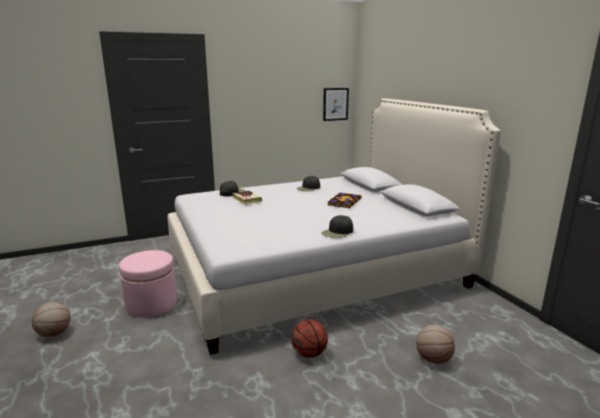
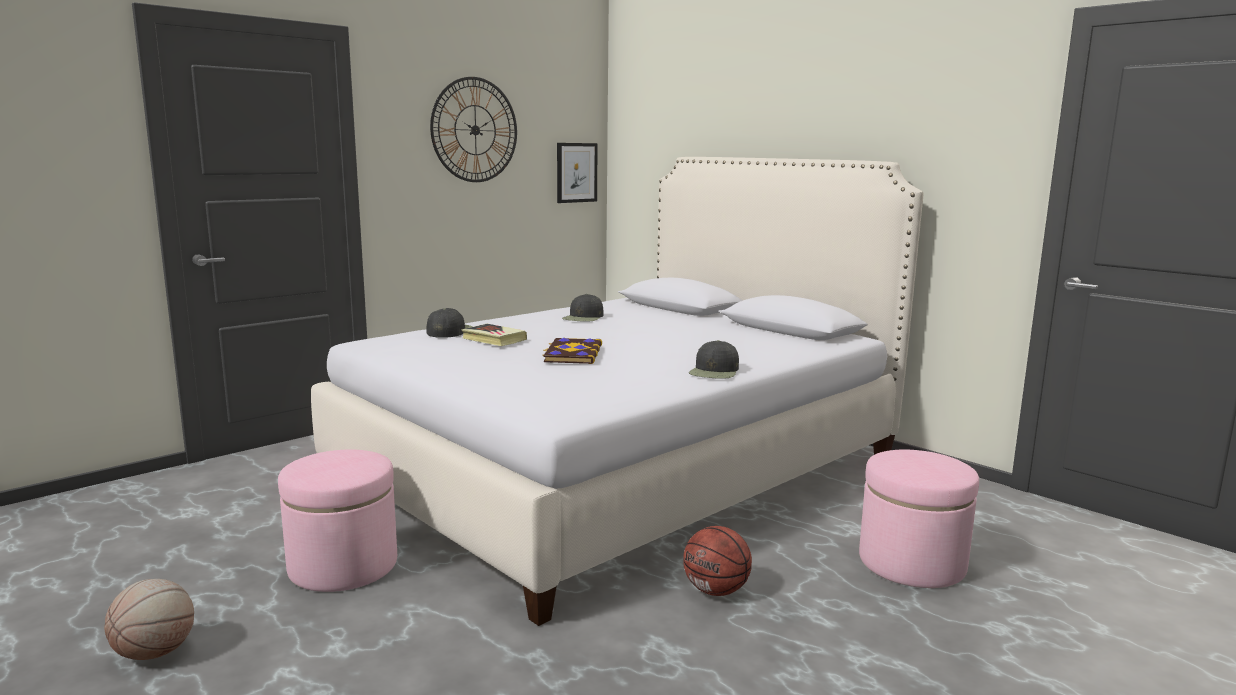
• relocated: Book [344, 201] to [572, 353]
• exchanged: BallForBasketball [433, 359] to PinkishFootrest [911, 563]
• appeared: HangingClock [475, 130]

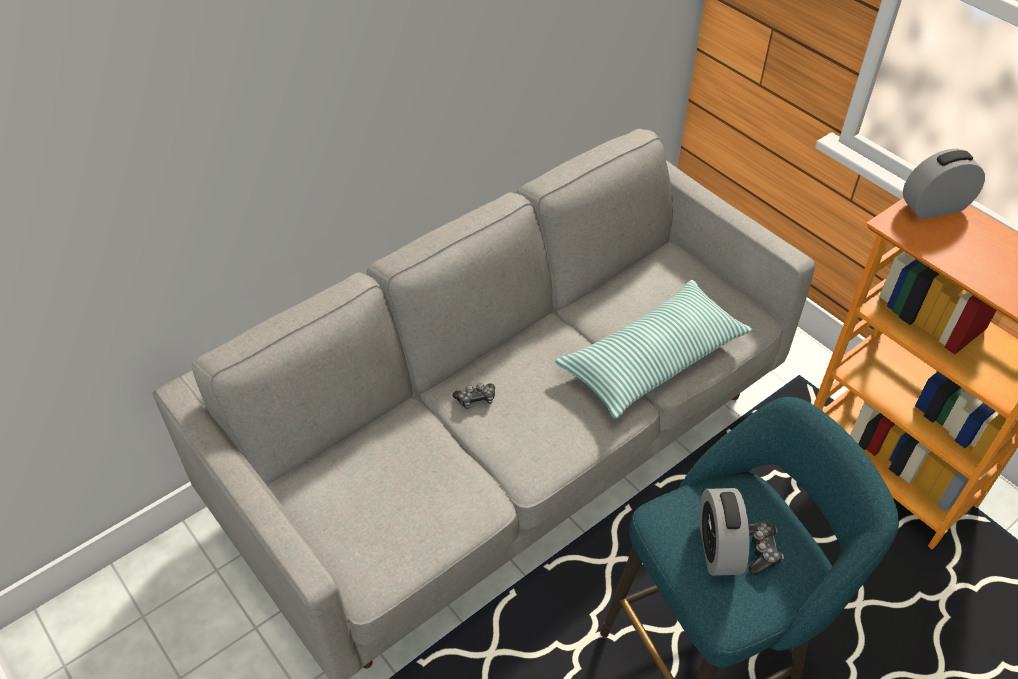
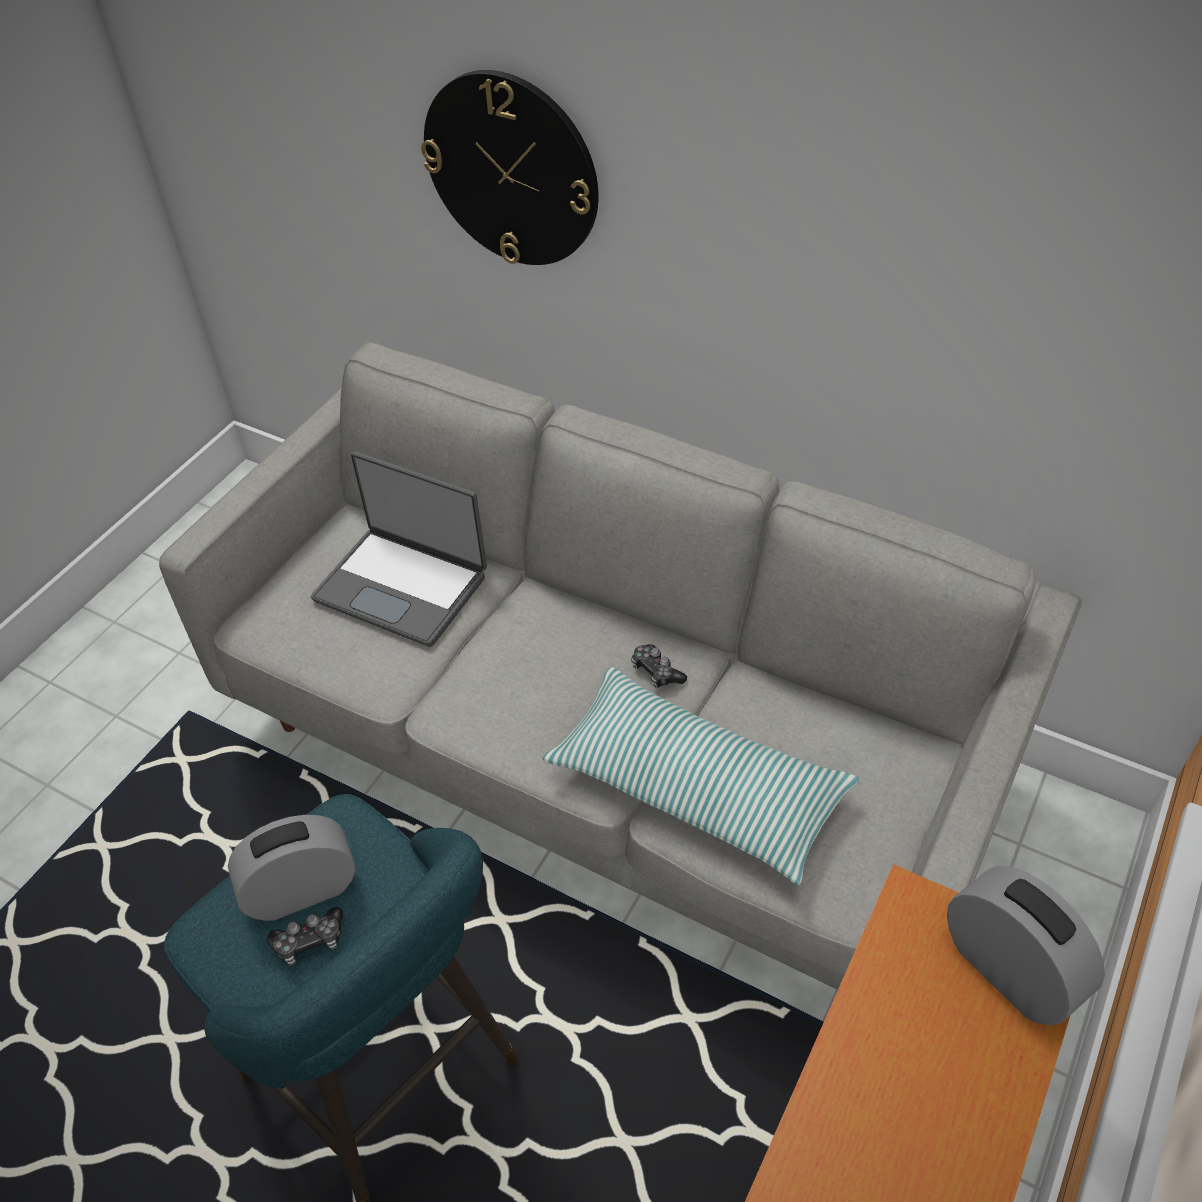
• relocated: GameController [476, 399] to [656, 672]
• appeared: HangingClock [511, 170]
• appeared: Laptop [403, 586]

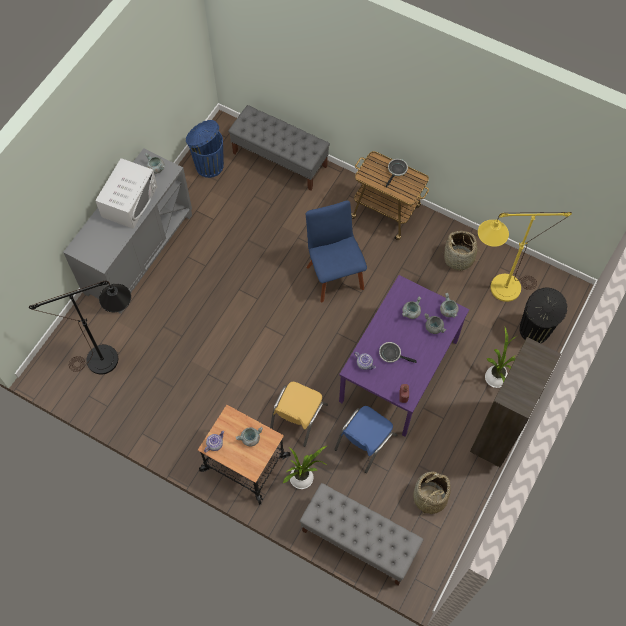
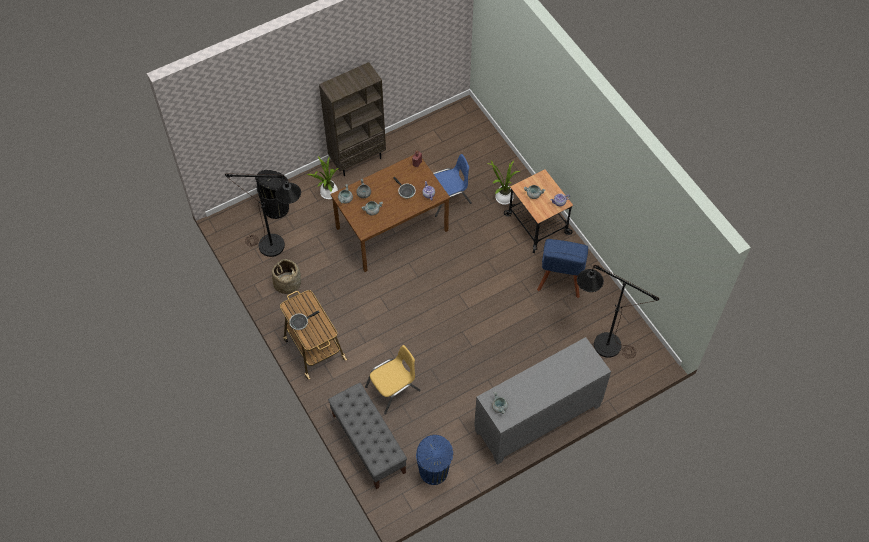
• missing: WhiteColouredMicrowaveOven [129, 201]
• relocated: BluishChair [334, 274] to [560, 280]
• colour: YellowStandardLamp [496, 290] to BlackishStandardLamp [279, 247]
• colour: PurplishDinnerTable [398, 370] to BrownDinnerTable [391, 230]
• relocated: YellowChair [297, 417] to [393, 389]
• missing: StorageBasket [429, 498]
• missing: GreyishBench [358, 540]

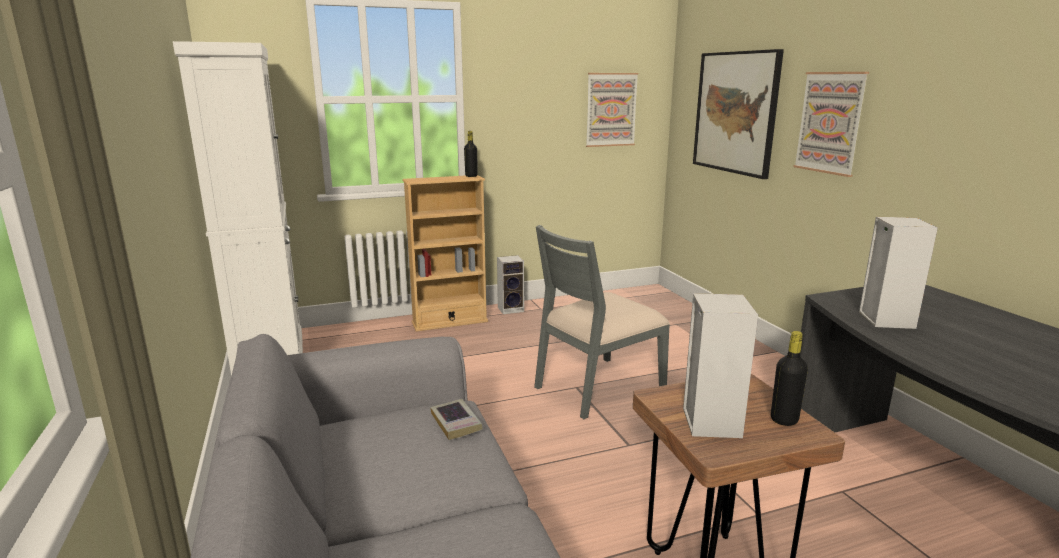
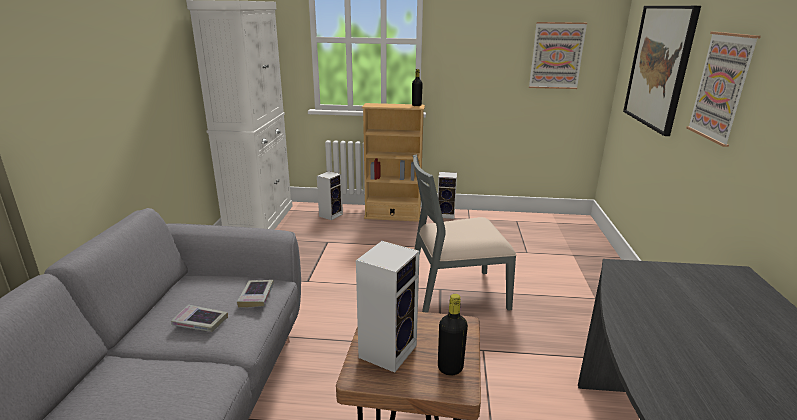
• relocated: Loudspeaker [884, 319] to [331, 215]
• appeared: Book [200, 322]

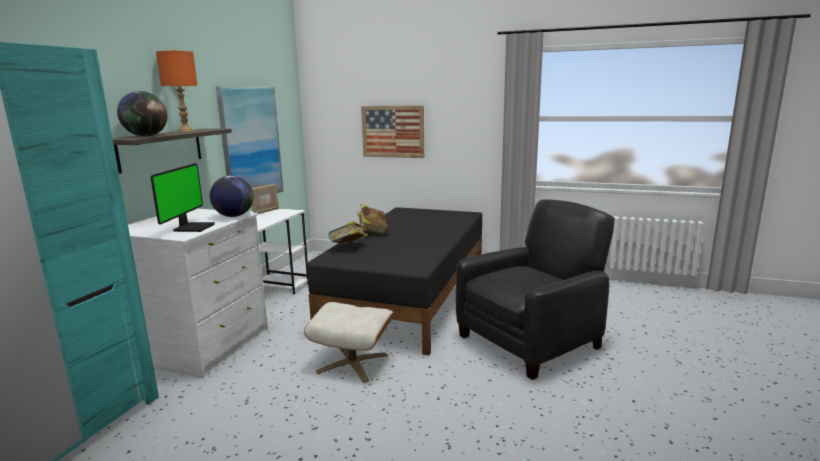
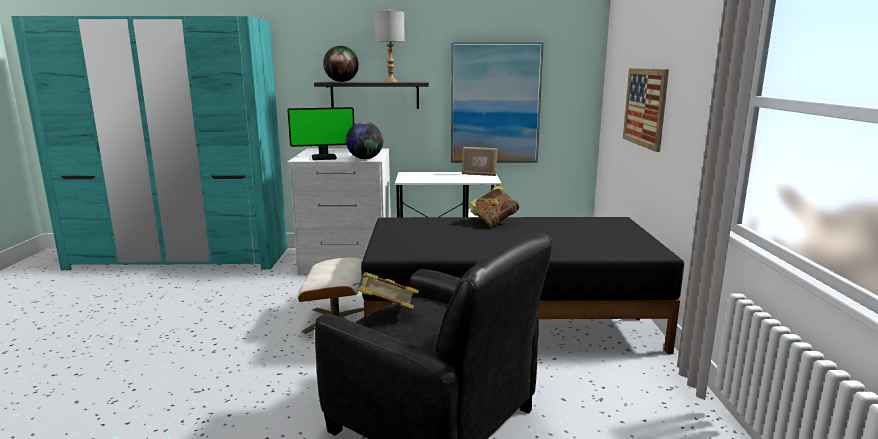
• colour: OrangeLampForATable [185, 131] to GreyishLampForATable [391, 81]
• relocated: Book [348, 248] to [385, 313]

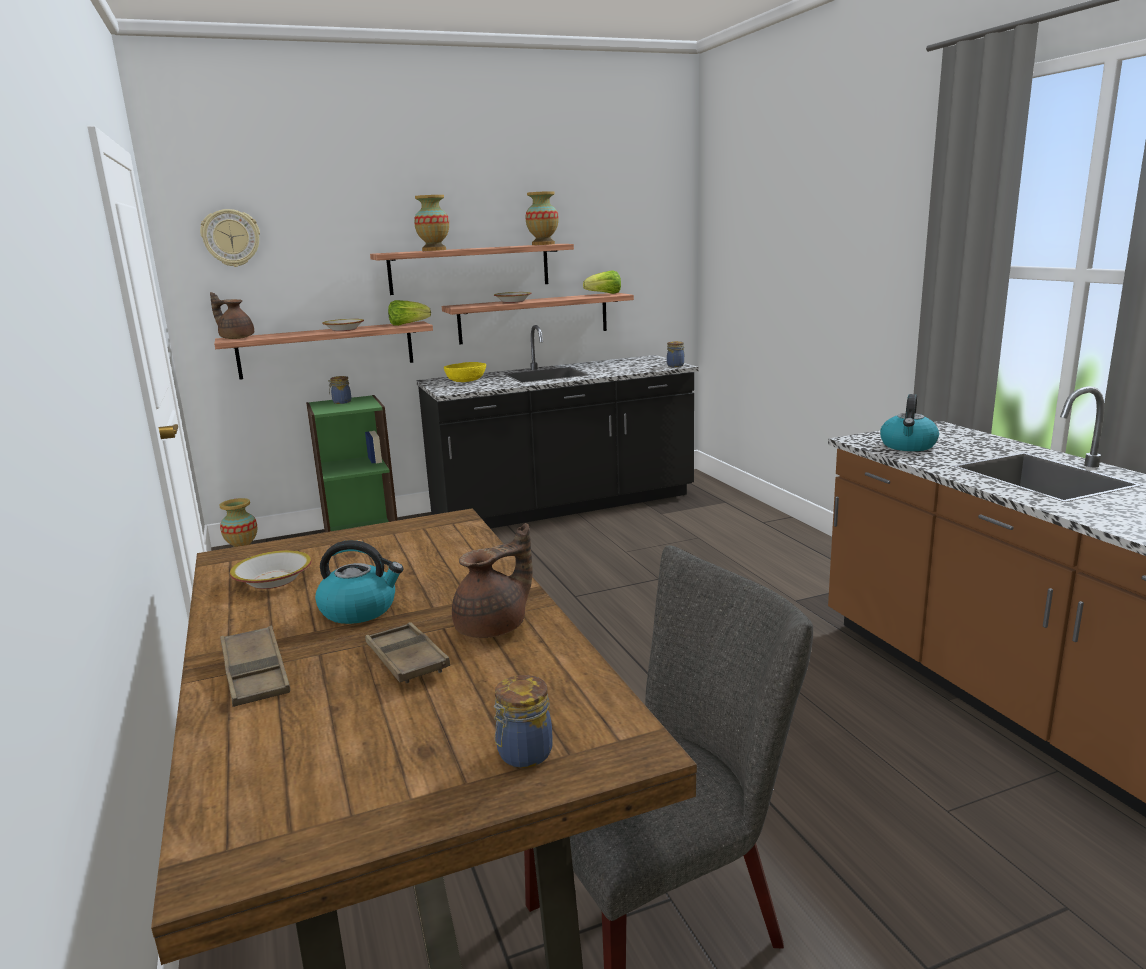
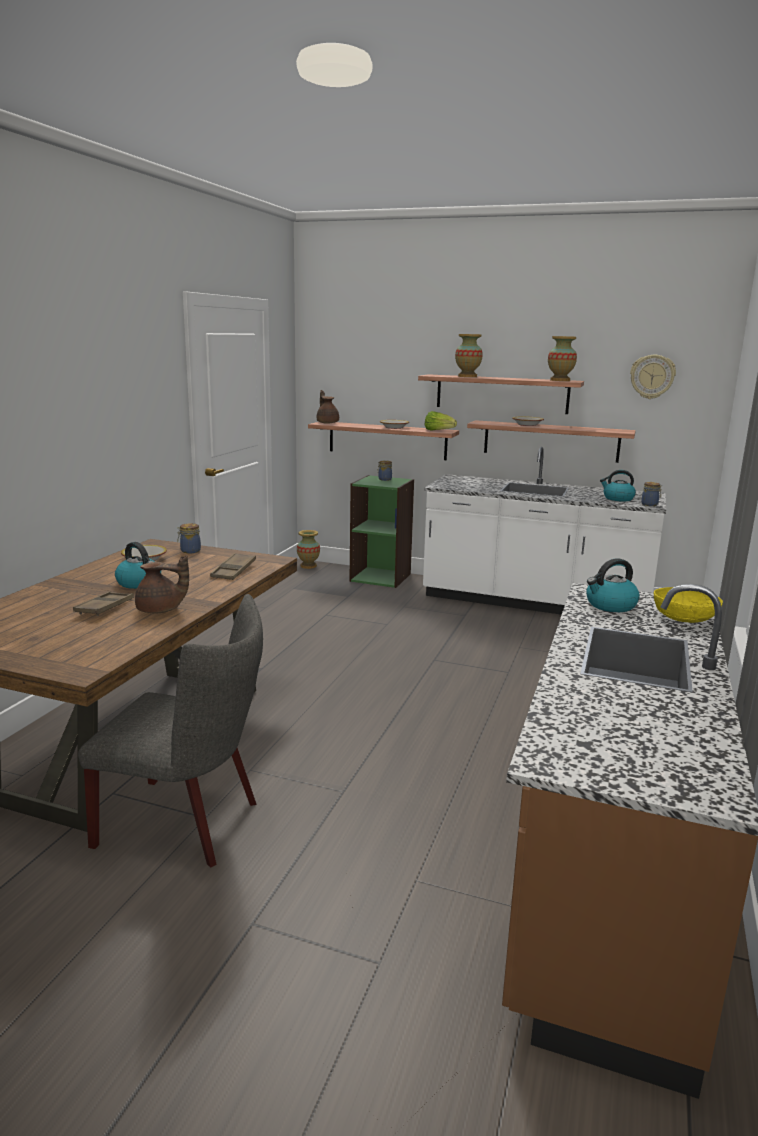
• relocated: HangingClock [231, 238] to [652, 376]
• missing: Lettuce [604, 294]
• colour: BlackishCounter [564, 506] to WhiteColouredCounter [534, 603]
• relocated: YellowBowl [466, 381] to [684, 618]
• relocated: BrownTray [255, 673] to [234, 571]
• relocated: Jar [523, 754] to [189, 551]
• appeared: Kettle [617, 498]

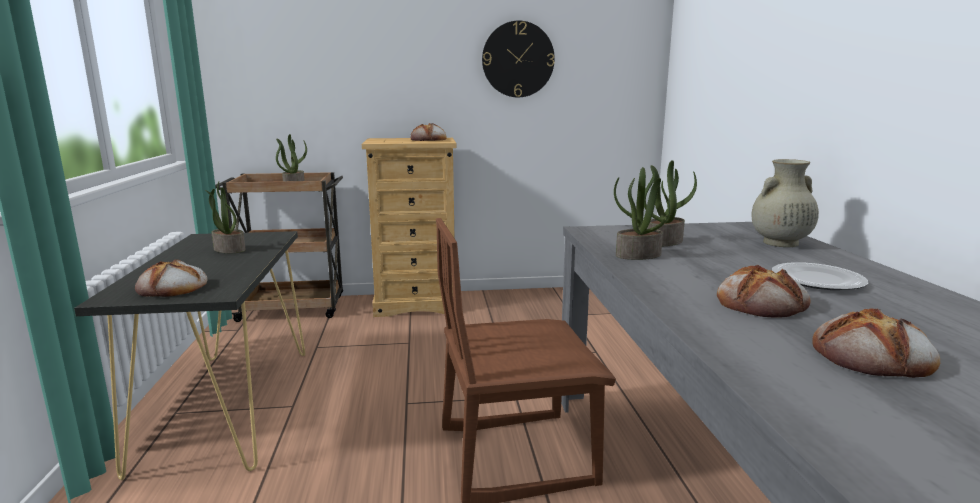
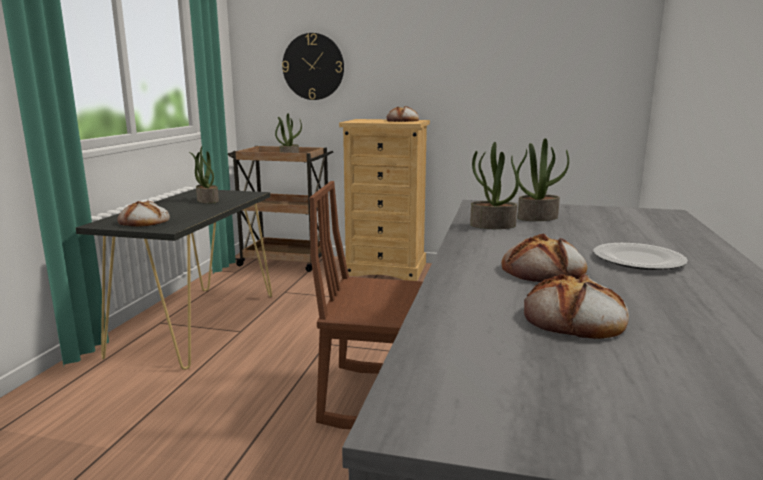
• relocated: HangingClock [518, 59] to [313, 66]
• missing: BeigeDecorativeVase [779, 243]

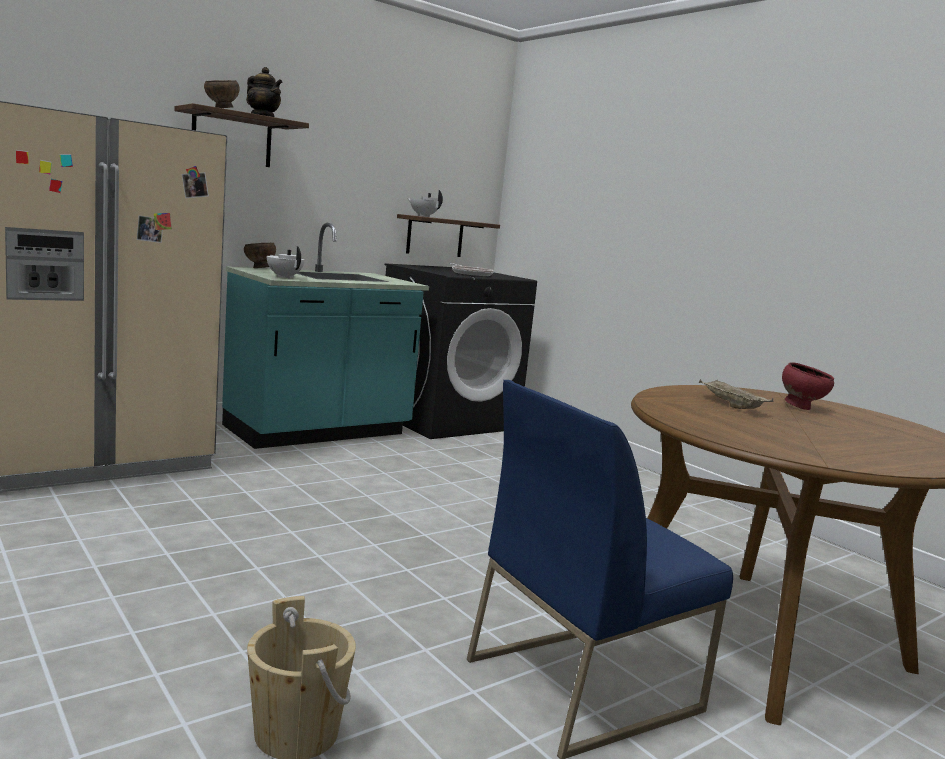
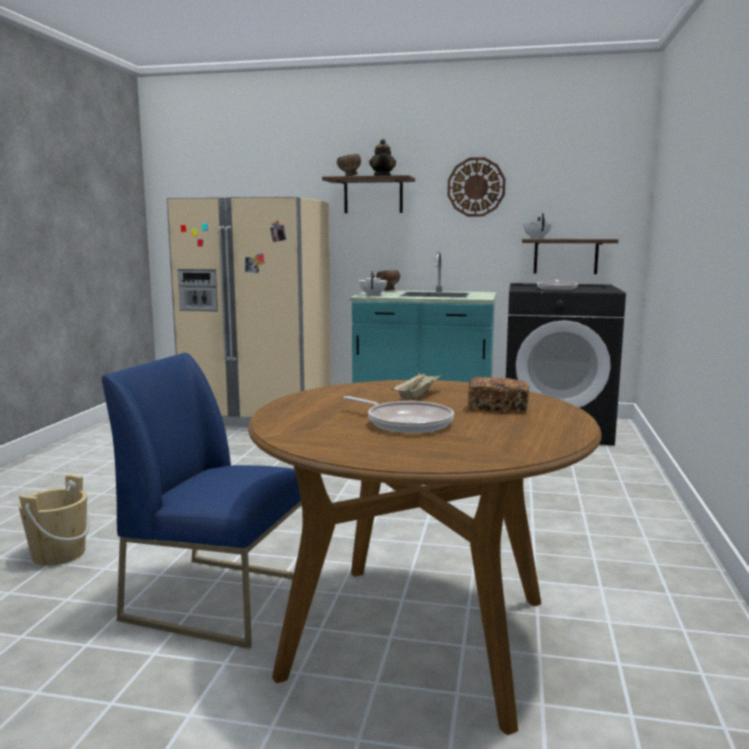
• exchanged: ReddishBowl [801, 407] to BakedBread [498, 408]
• appeared: HangingClock [476, 187]
• appeared: Pan [405, 423]

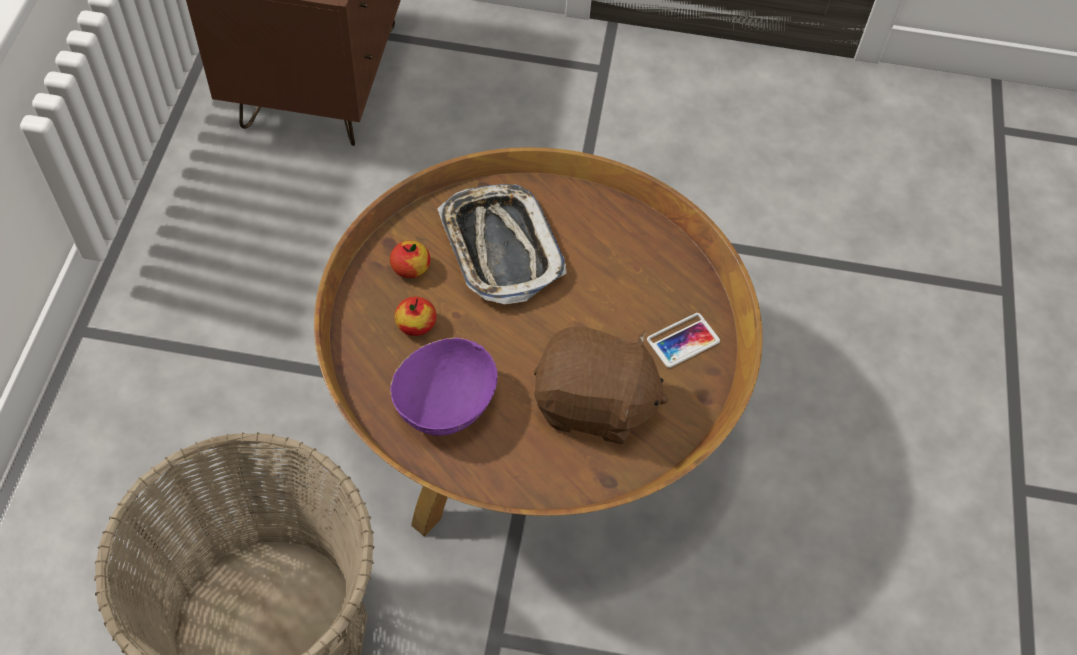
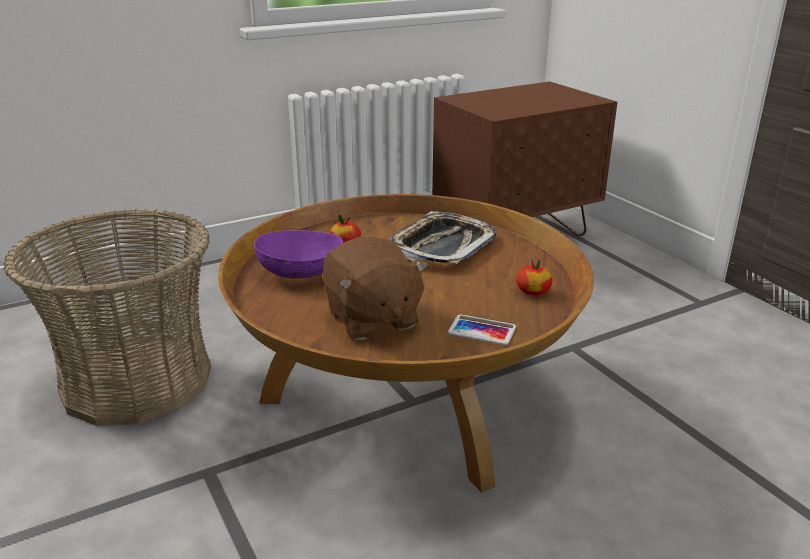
• relocated: WholeApple [410, 268] to [533, 291]

